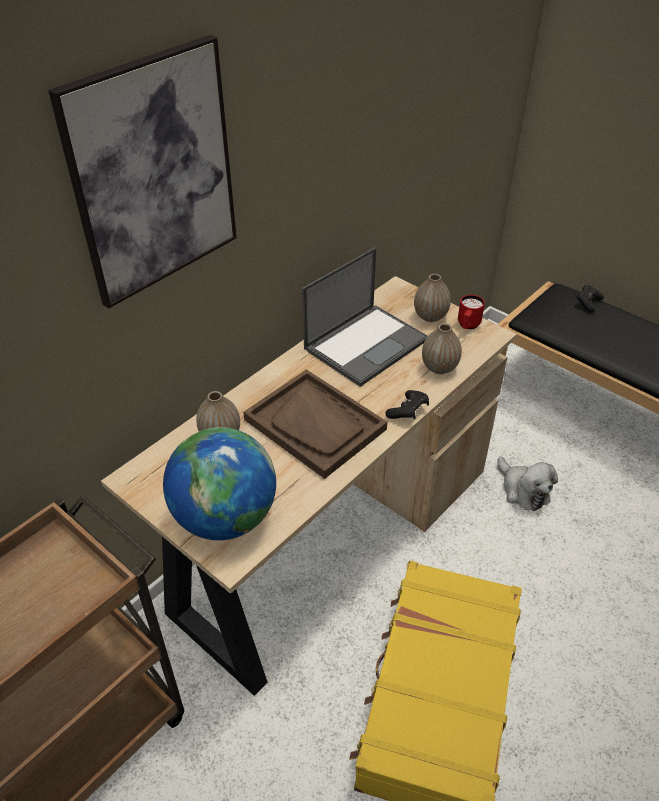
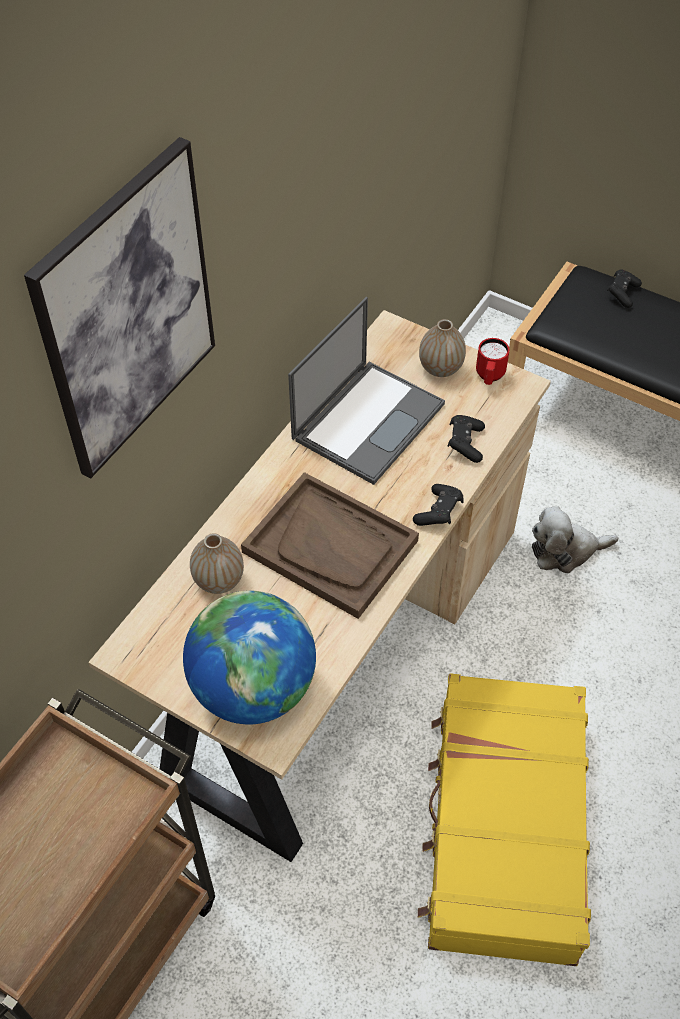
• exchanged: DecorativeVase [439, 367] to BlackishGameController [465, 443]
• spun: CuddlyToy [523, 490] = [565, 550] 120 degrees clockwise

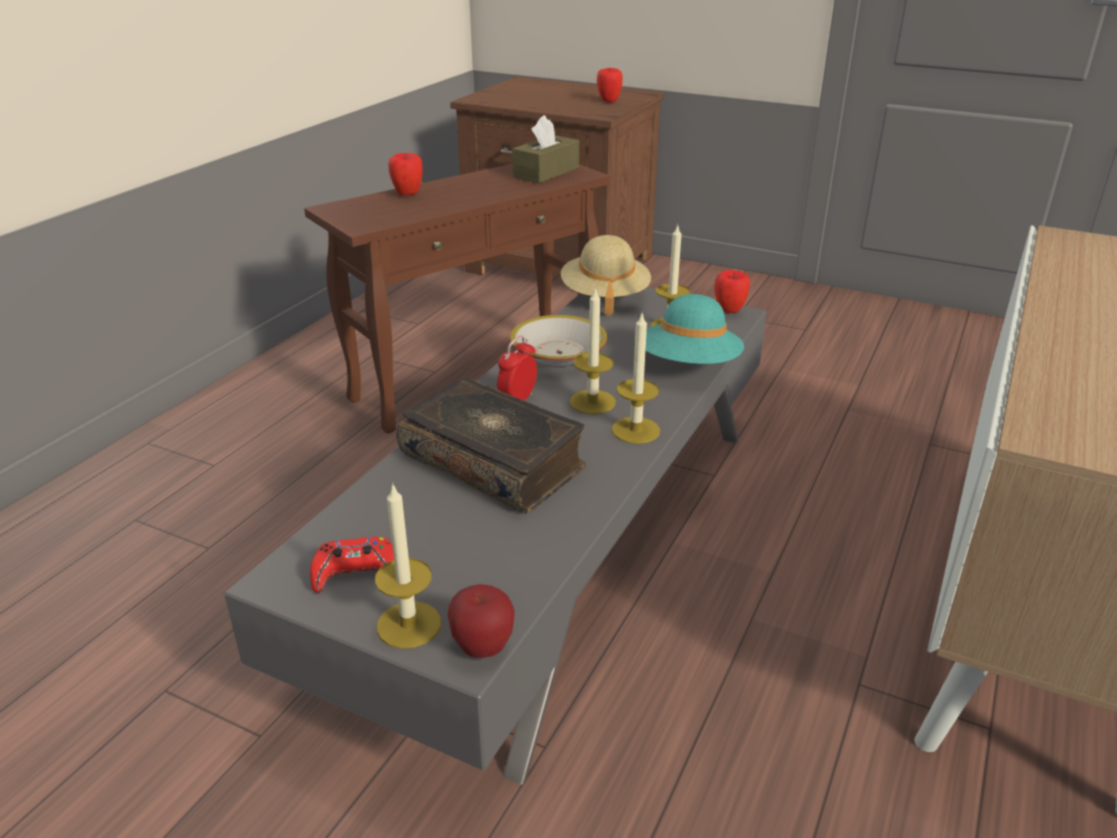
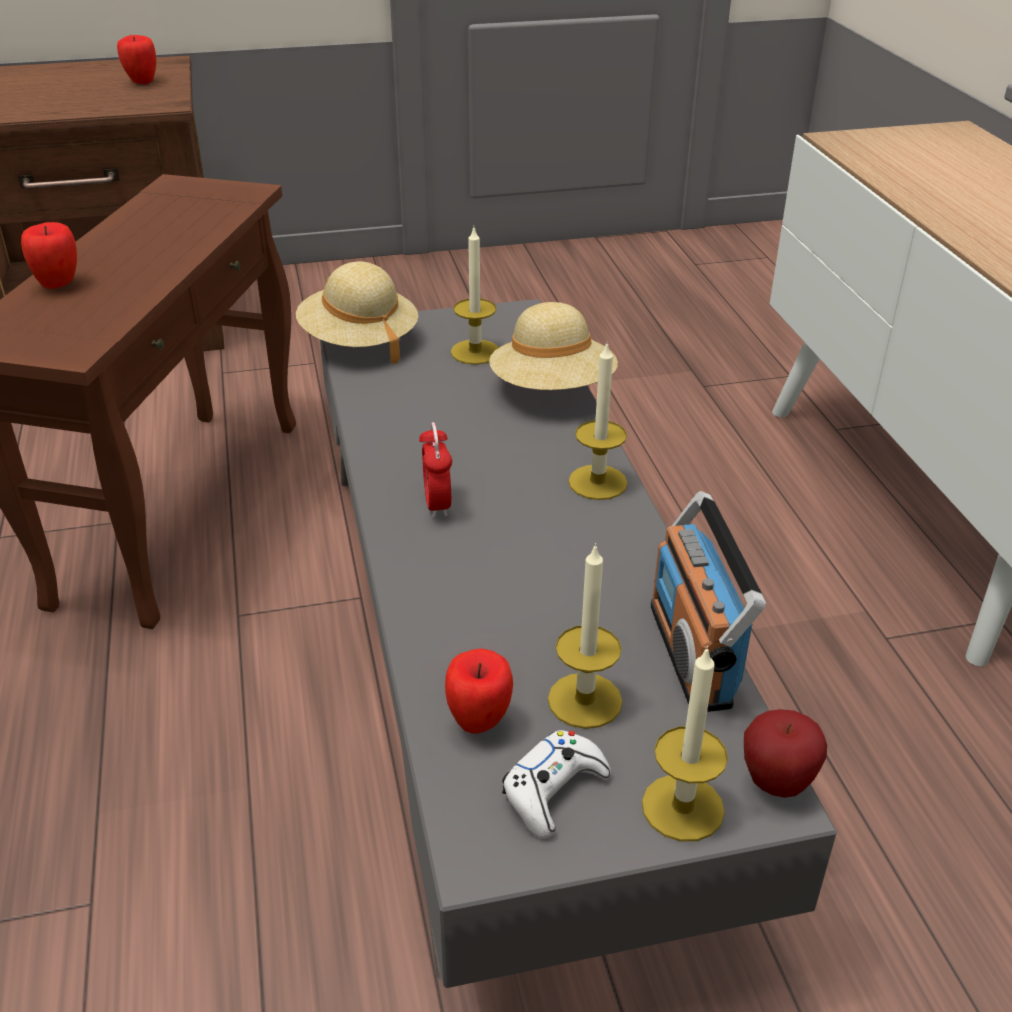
• missing: BrownTissueBox [546, 172]
• relocated: WholeApple [729, 311] to [479, 723]
• relocated: Candle [592, 402] to [585, 700]
• colour: BlueGreenWearableHat [689, 366] to BeigeWearableHat [552, 389]
• missing: Bowl [559, 354]
• missing: Book [494, 461]
• colour: ReddishGameController [355, 573] to WhiteColouredGameController [553, 791]
• appeared: RadioReceiver [692, 654]

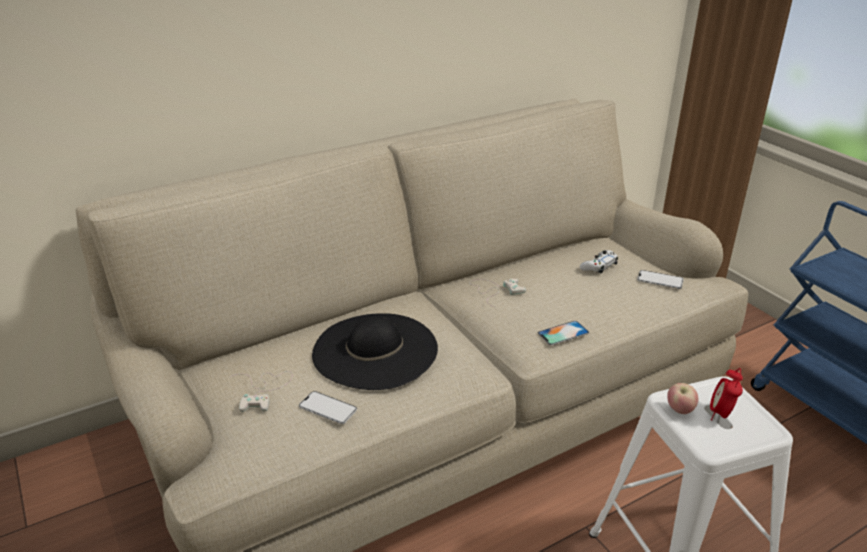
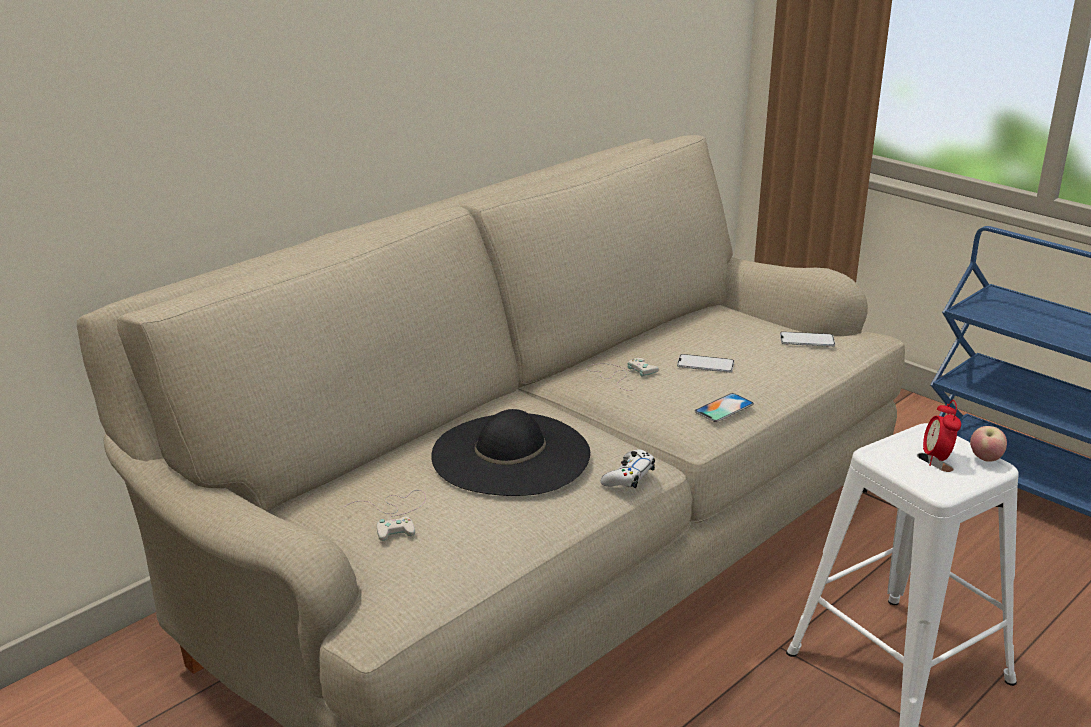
• relocated: WhiteColouredGameController [599, 266] to [628, 476]
• relocated: WholeApple [679, 410] to [985, 459]
• relocated: Handset [327, 408] to [705, 364]

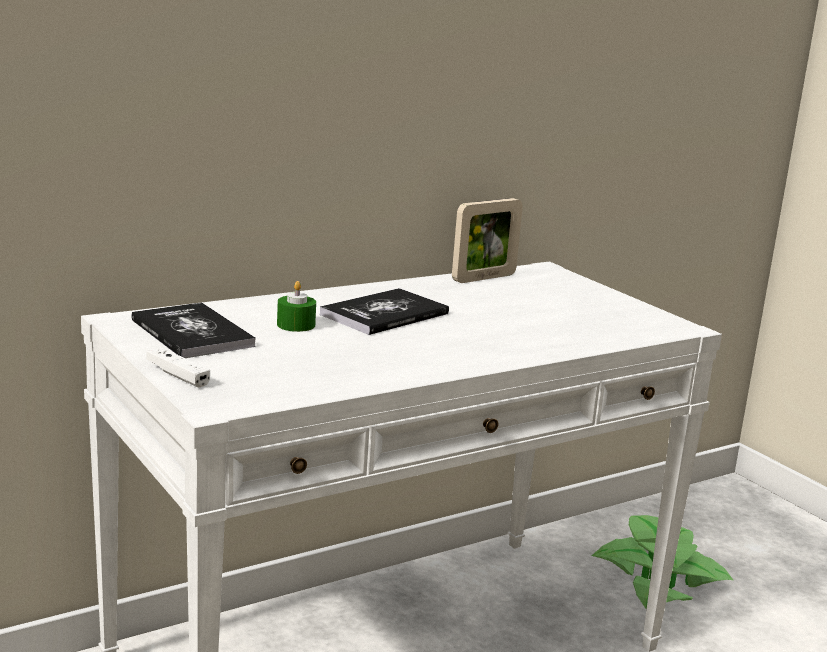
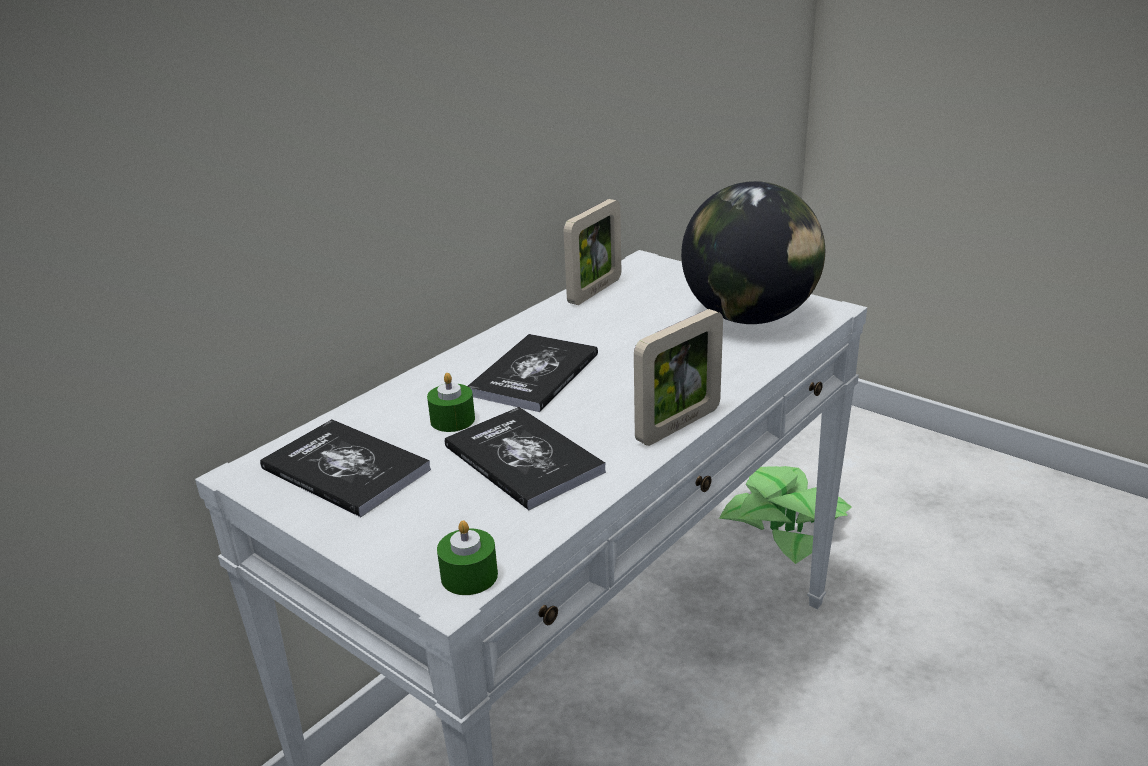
• missing: WhiteColouredGameController [177, 375]
• appeared: Globe [749, 317]
• appeared: PictureFrame [678, 425]
• appeared: Book [523, 459]
• appeared: GreenColouredCandle [469, 576]

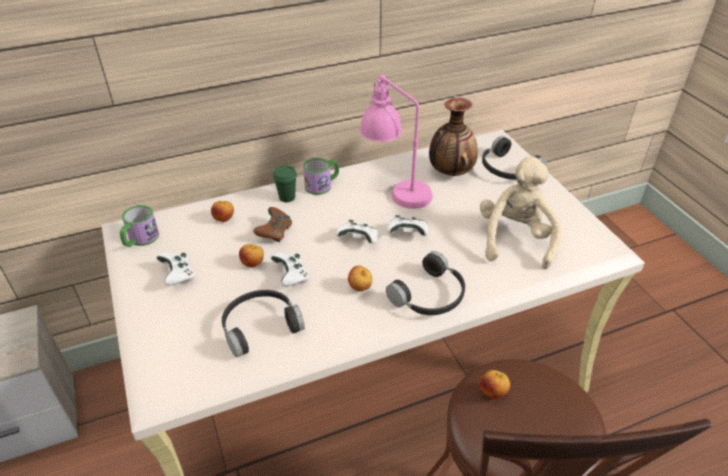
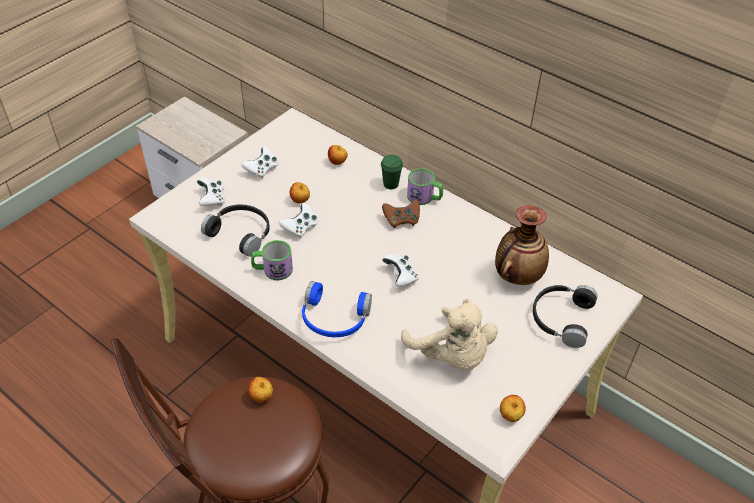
• missing: PinkishLampForATable [394, 190]
• spun: BeigeCuddlyToy [515, 239] = [451, 355] 75 degrees clockwise
• relocated: Mug [140, 239] to [272, 270]
• relocated: BrownGameController [275, 233] to [401, 220]
• relocated: WhiteColouredGameController [359, 240] to [212, 200]
• colour: BlackishHeadset [430, 296] to BluishHeadset [334, 319]
• relocated: WholeApple [360, 288] to [510, 416]

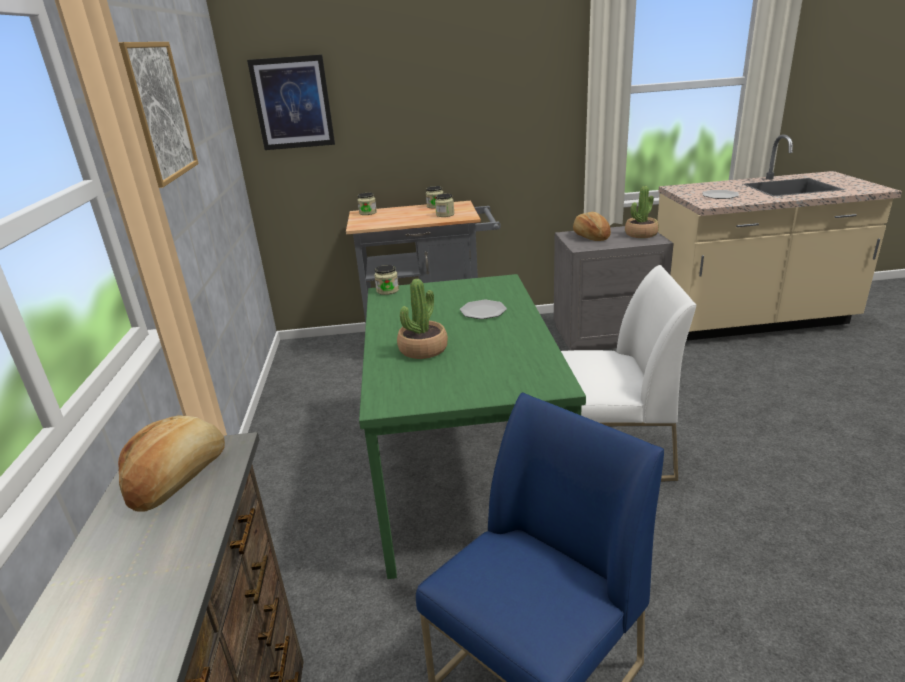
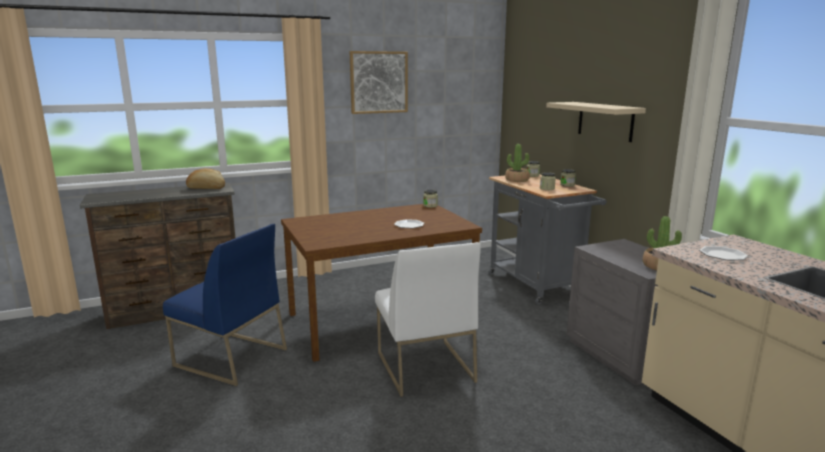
• missing: WallArt [292, 103]
• missing: BakedBread [591, 236]
• colour: GreenColouredDinnerTable [463, 471] to BrownDinnerTable [381, 319]
• relocated: PlantInAPot [423, 349] to [517, 180]
• appeared: BeigeShelf [605, 121]

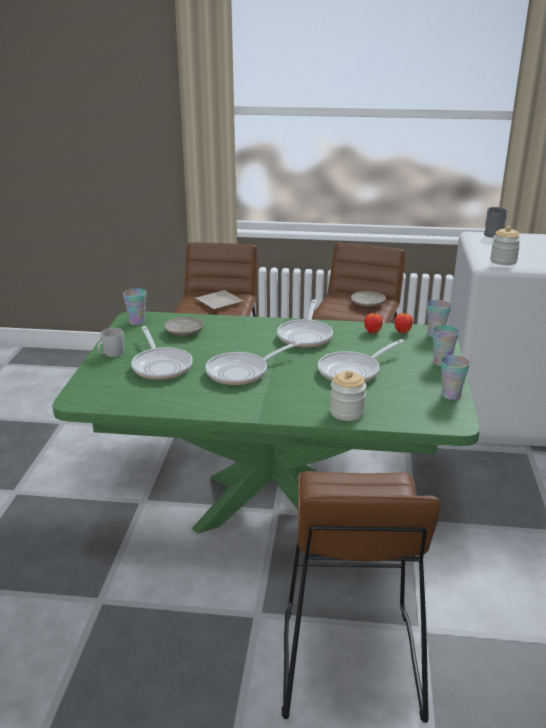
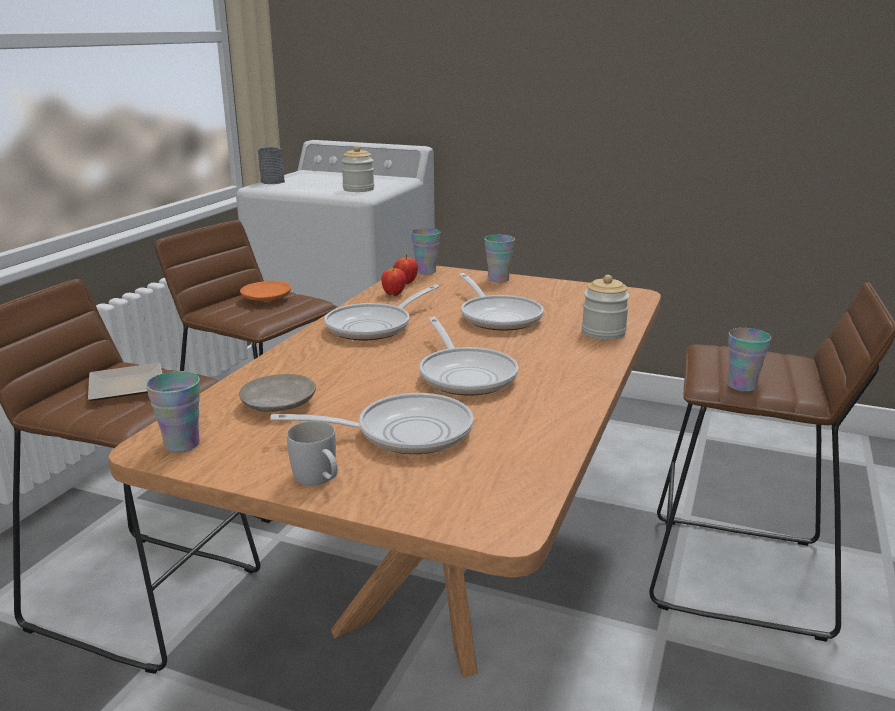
• colour: BeigeDinnerPlate [367, 304] to OrangeDinnerPlate [266, 299]
• spun: Pan [306, 336] = [374, 326] 105 degrees clockwise
• colour: GreenColouredDinnerTable [273, 508] to BrownDinnerTable [446, 582]
• relocated: Cup [451, 395] to [741, 386]

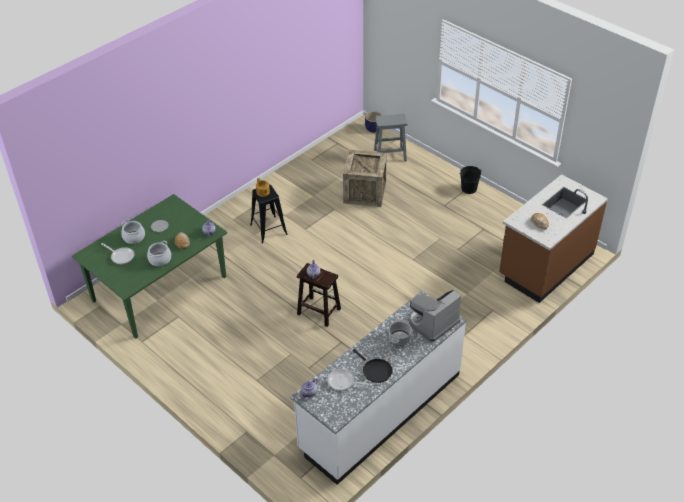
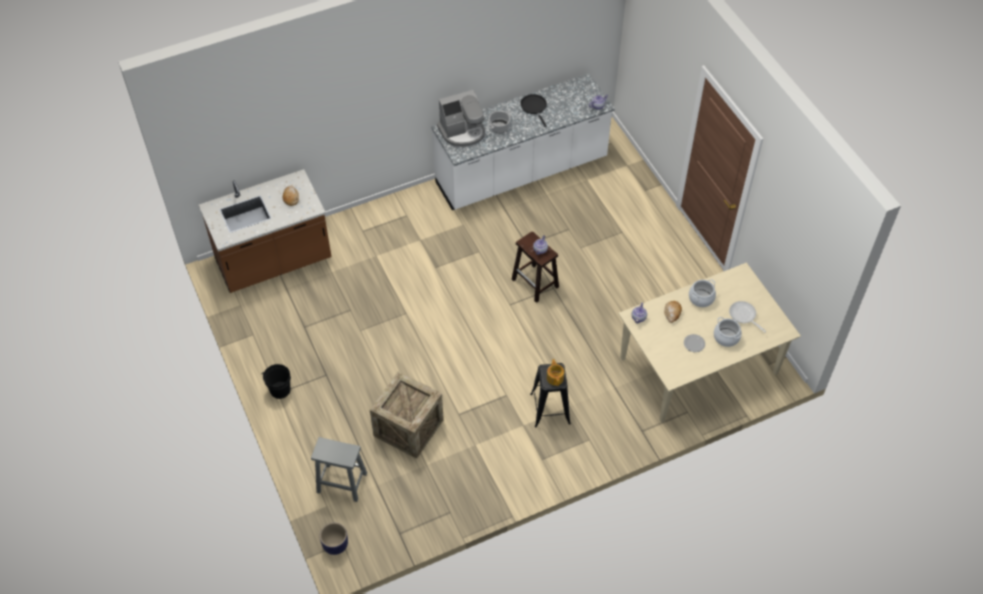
• colour: GreenColouredDinnerTable [159, 288] to BeigeDinnerTable [698, 366]
• missing: Pan [343, 382]

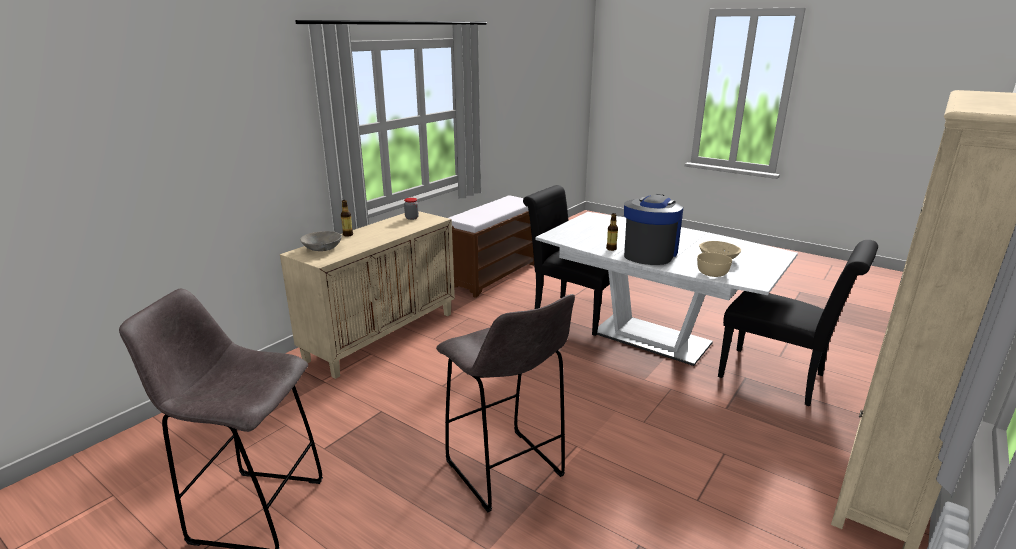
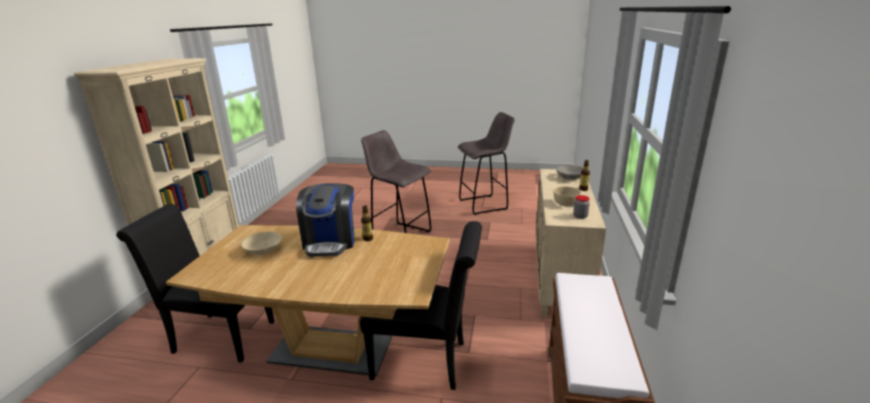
• colour: WhiteColouredDinnerTable [651, 338] to BrownDinnerTable [331, 350]
• relocated: BeigeBowl [713, 273] to [565, 203]

